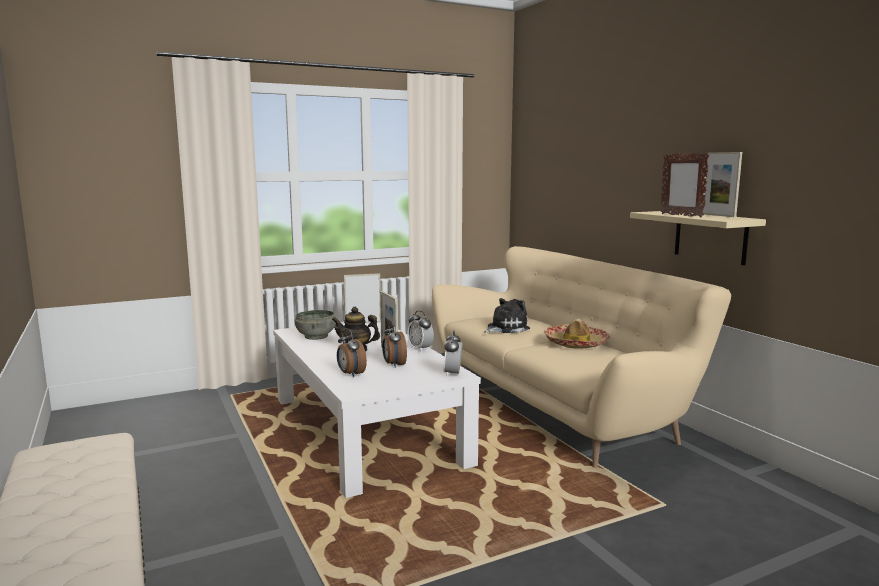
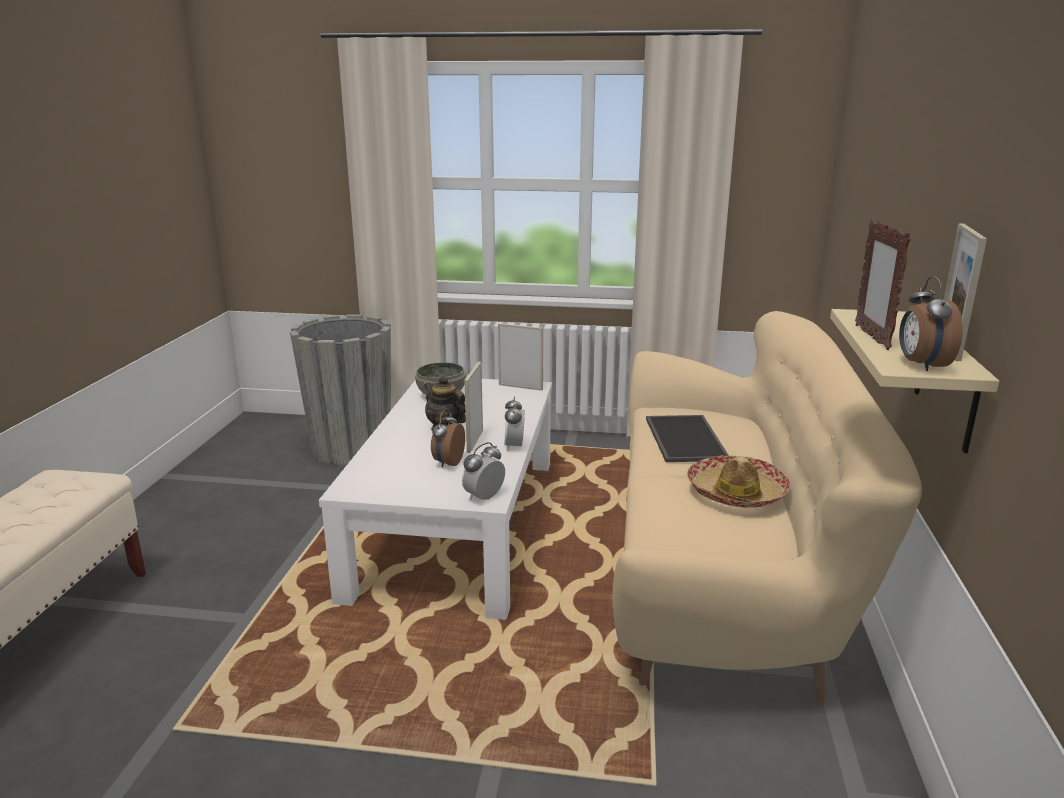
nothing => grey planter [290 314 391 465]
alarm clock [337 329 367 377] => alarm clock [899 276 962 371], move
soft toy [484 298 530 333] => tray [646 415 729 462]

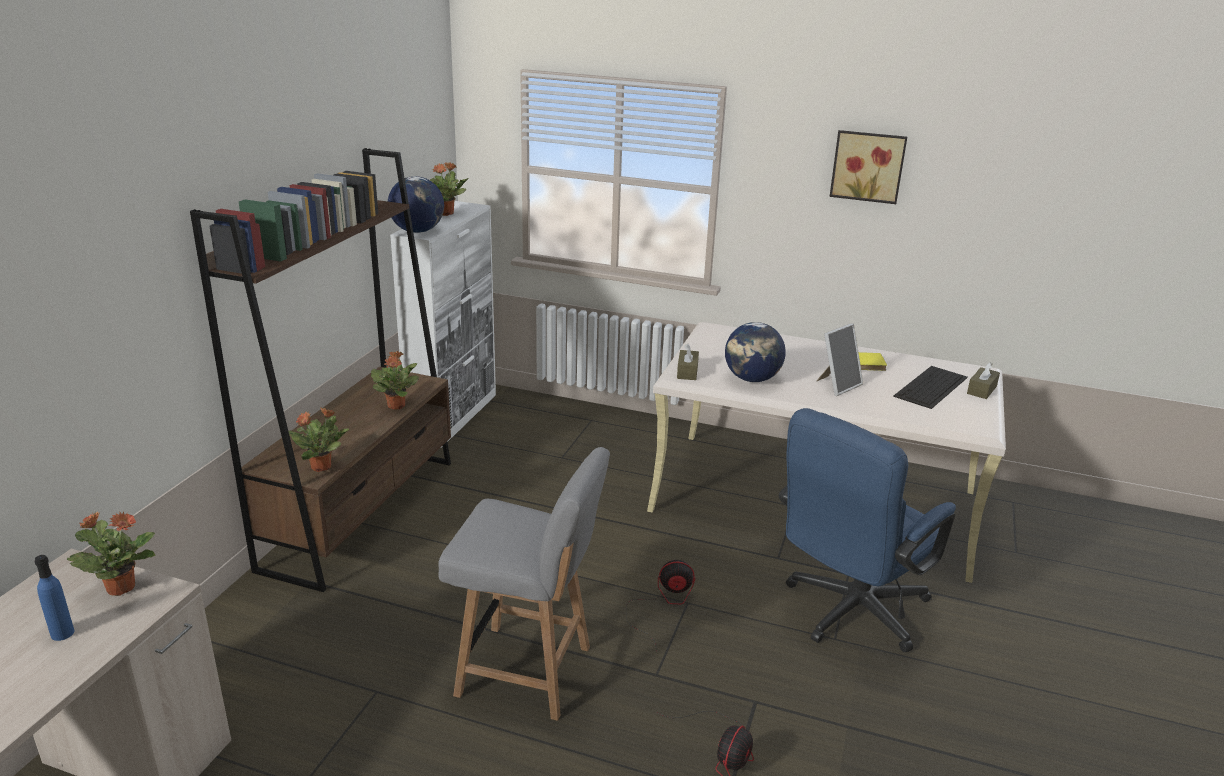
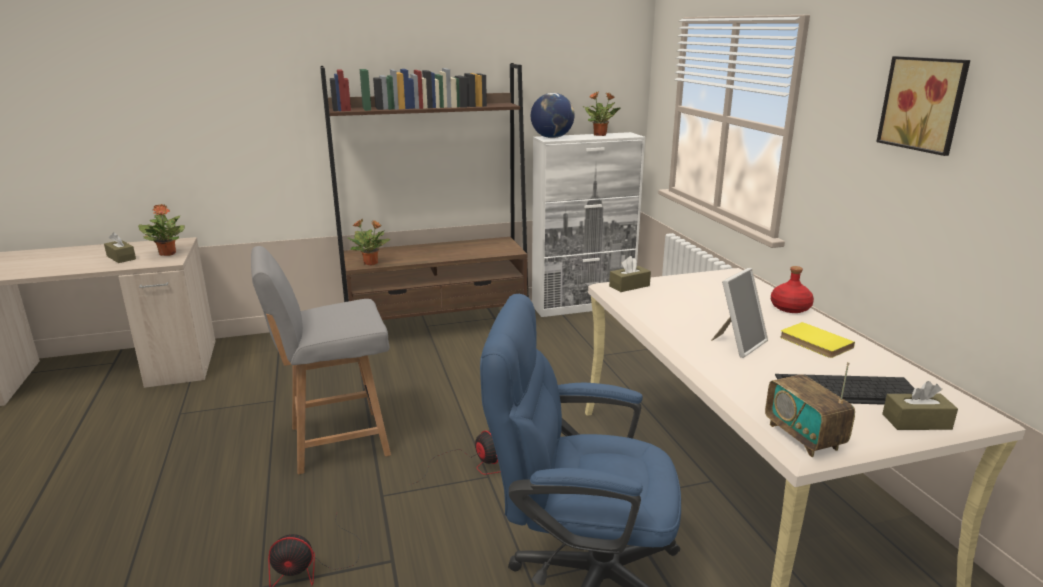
potted plant [371 351 419 410] => nothing
desk globe [725 322 786 382] => nothing
nothing => radio [765 362 855 457]
nothing => reddish drink bottle [771 266 814 313]
blue drink bottle [35 555 74 641] => brown tissue holder [104 232 136 263]
grey plain chair [438 447 610 721] => grey plain chair [251 246 391 474], 90 degrees clockwise
standing frame [816 323 863 396] => standing frame [711 268 768 358], 60 degrees counterclockwise

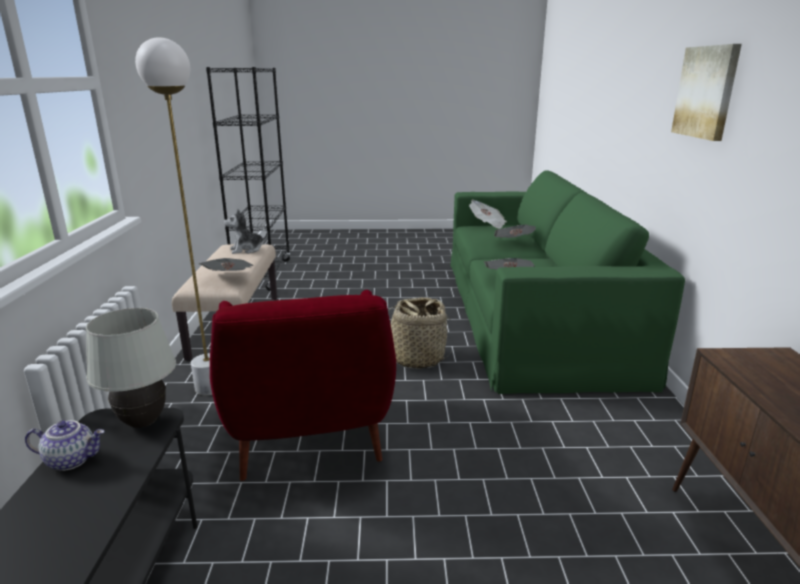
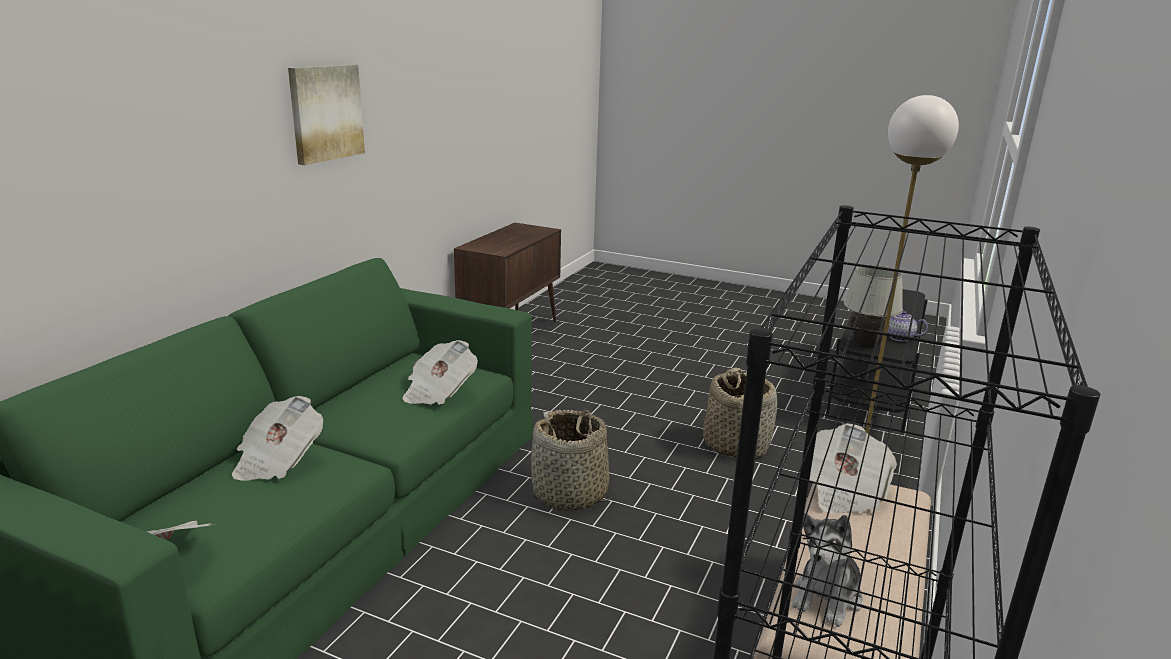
reddish lounge chair [210 290 396 481] => household basket [703 367 777 459]
soft toy [224 209 268 254] => soft toy [792 513 863 627], 120 degrees clockwise

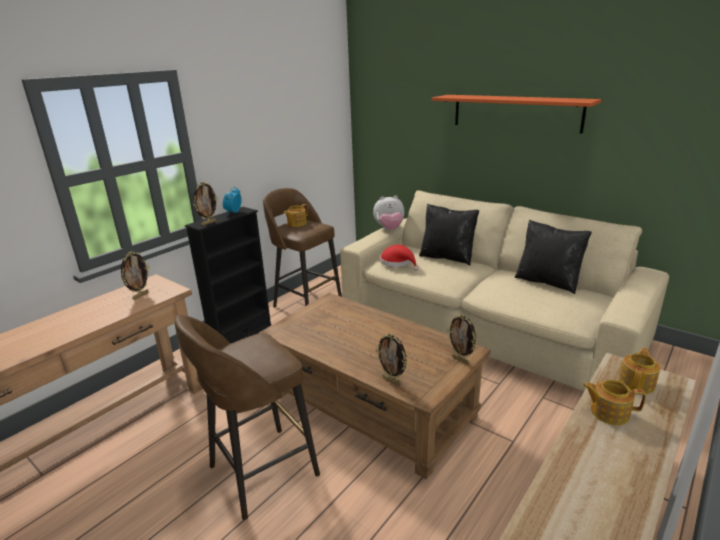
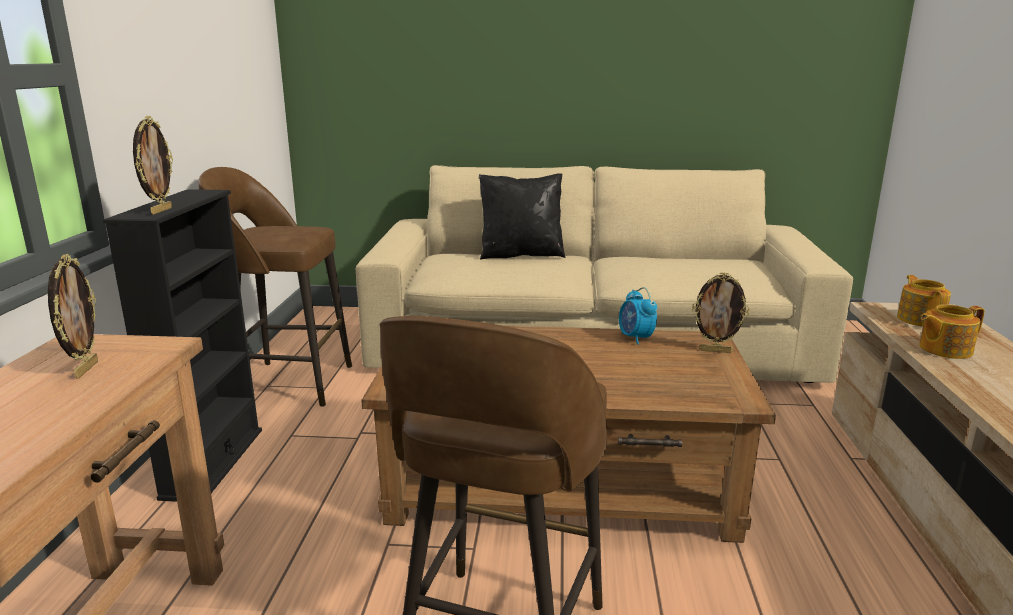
teapot [284 204 308 227] => nothing
soft toy [373 196 404 230] => nothing
standing frame [376 333 408 385] => nothing
reddish wearable hat [380 245 418 271] => nothing
orangey wall shelf [432 95 602 134] => nothing
black throw pillow [515 220 592 294] => nothing
alarm clock [223 186 242 215] => alarm clock [619 287 657 345], move

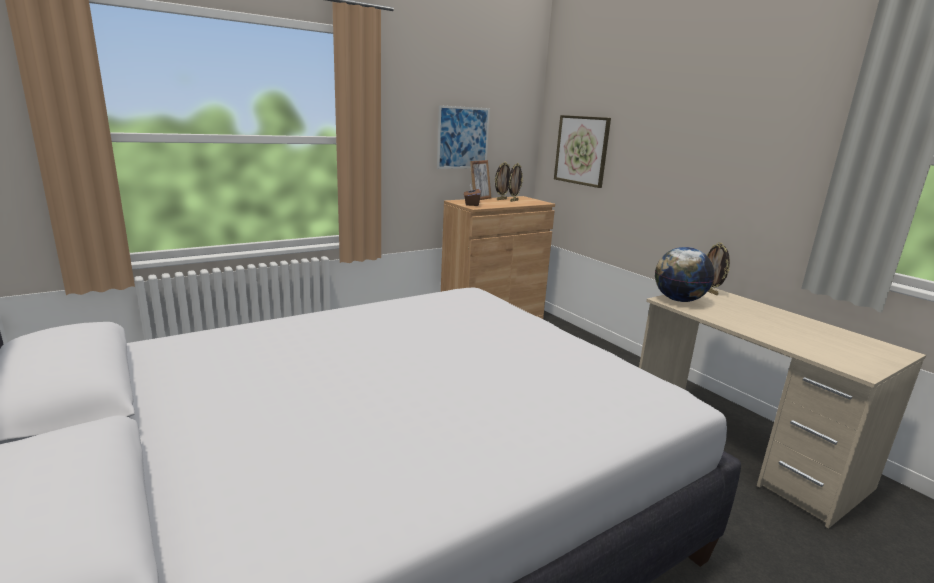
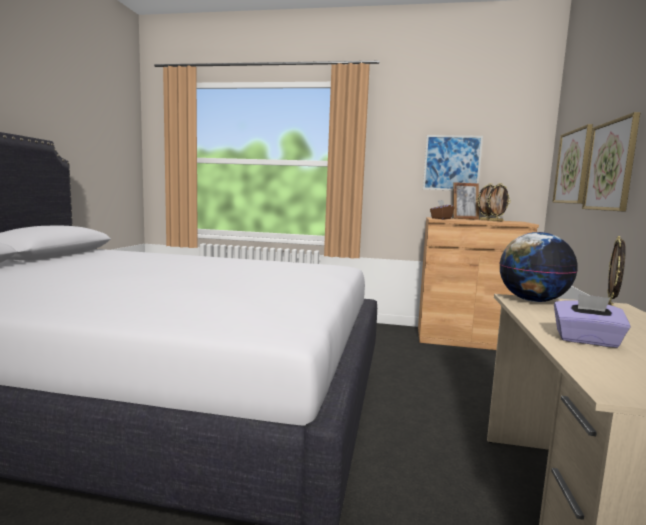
nothing => purple-coloured tissue holder [554 294 631 348]
nothing => picture [582 112 640 212]

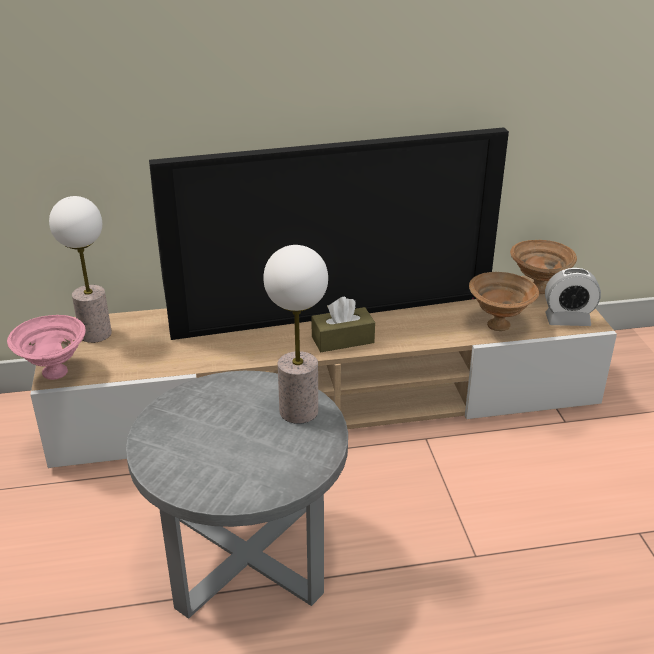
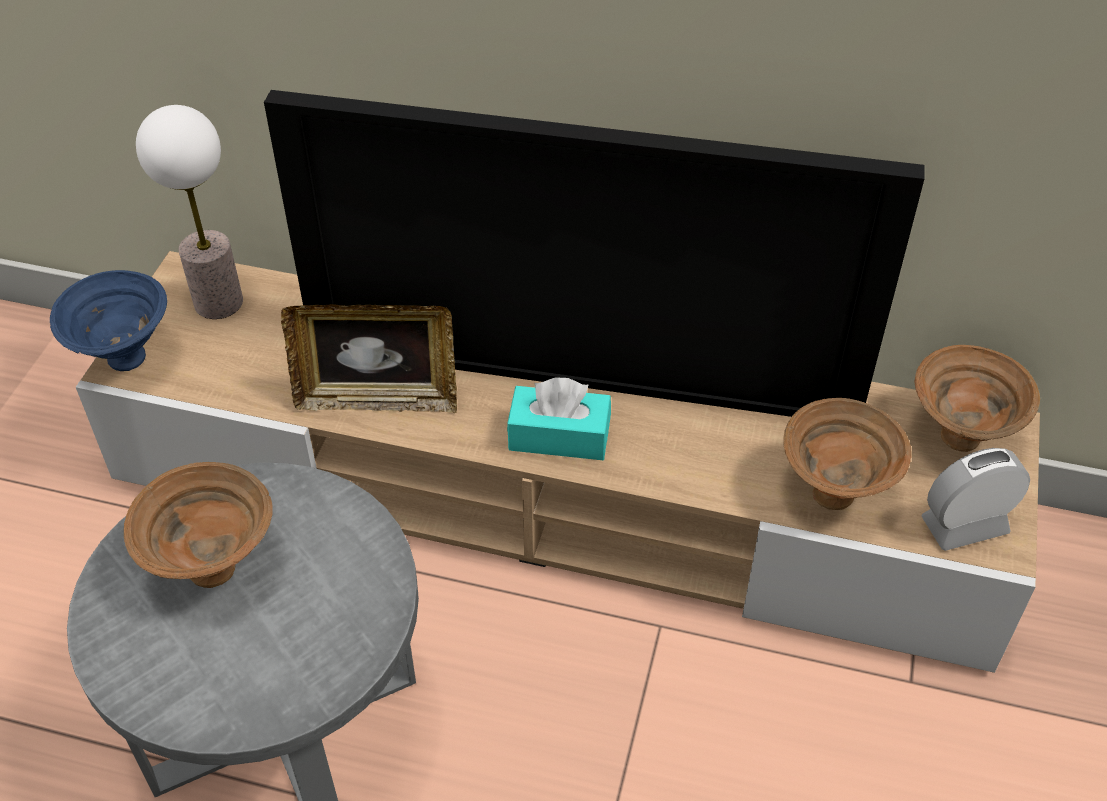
tabletop lamp [263 245 328 424] => nothing
nothing => brown deep dish [124 462 273 588]
nothing => standing frame [281 304 457 413]
pink-coloured deep dish [7 315 86 380] => blue deep dish [50 270 167 371]
brown tissue holder [311 296 375 352] => turquoise tissue holder [507 378 611 460]
alarm clock [545 268 601 326] => alarm clock [921 448 1030 551], 135 degrees clockwise

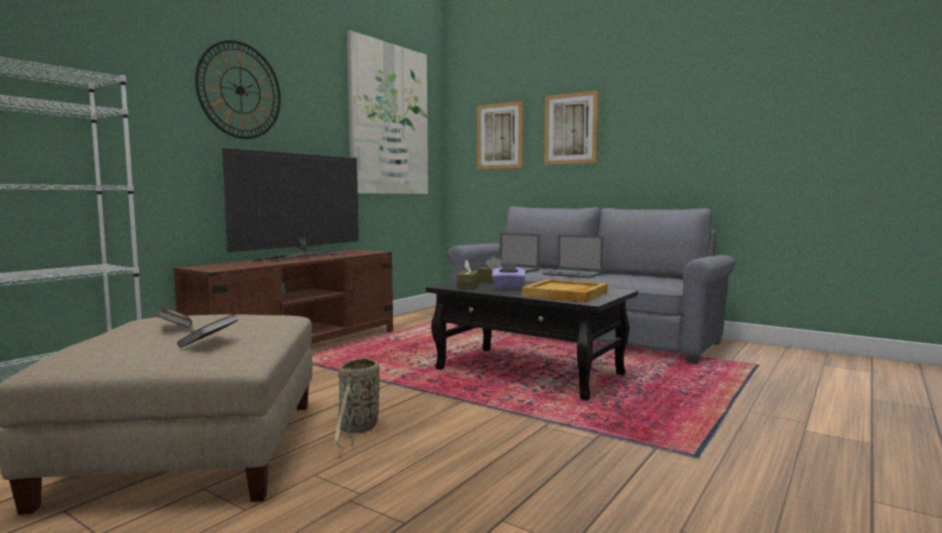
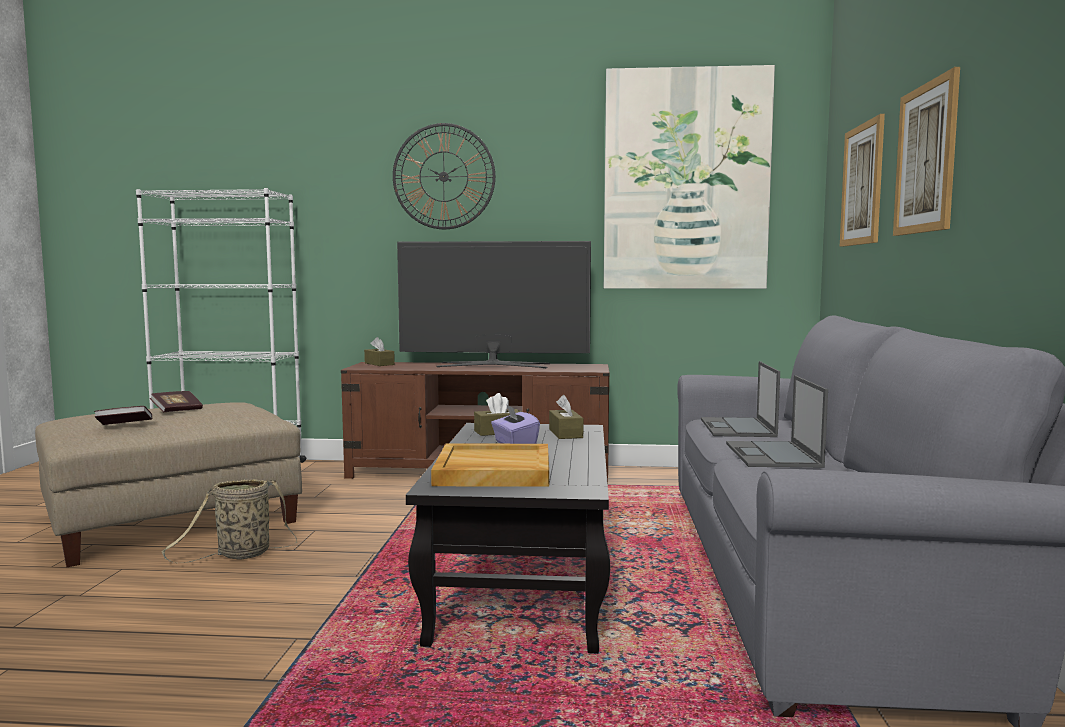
nothing => brown tissue holder [364 337 395 366]

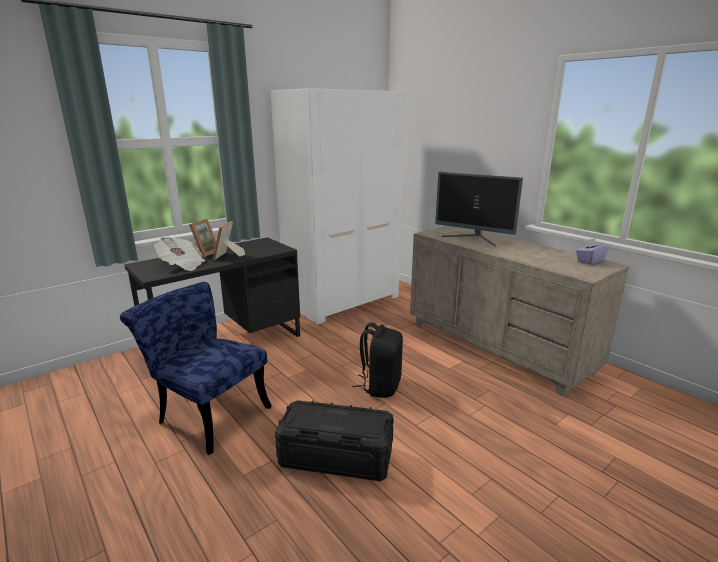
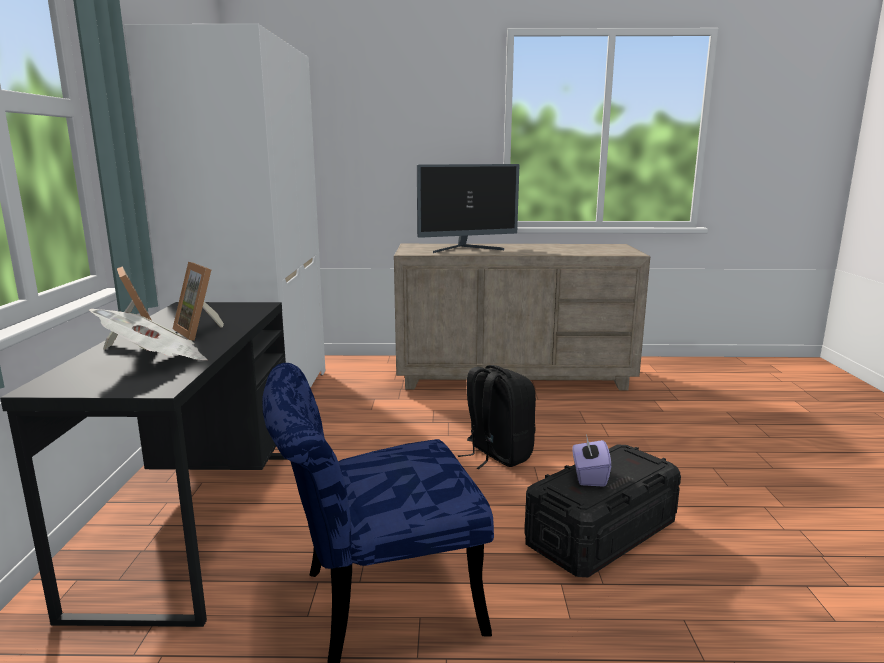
purple-coloured tissue holder [576 238 609 265] => purple-coloured tissue holder [572 434 611 487], move

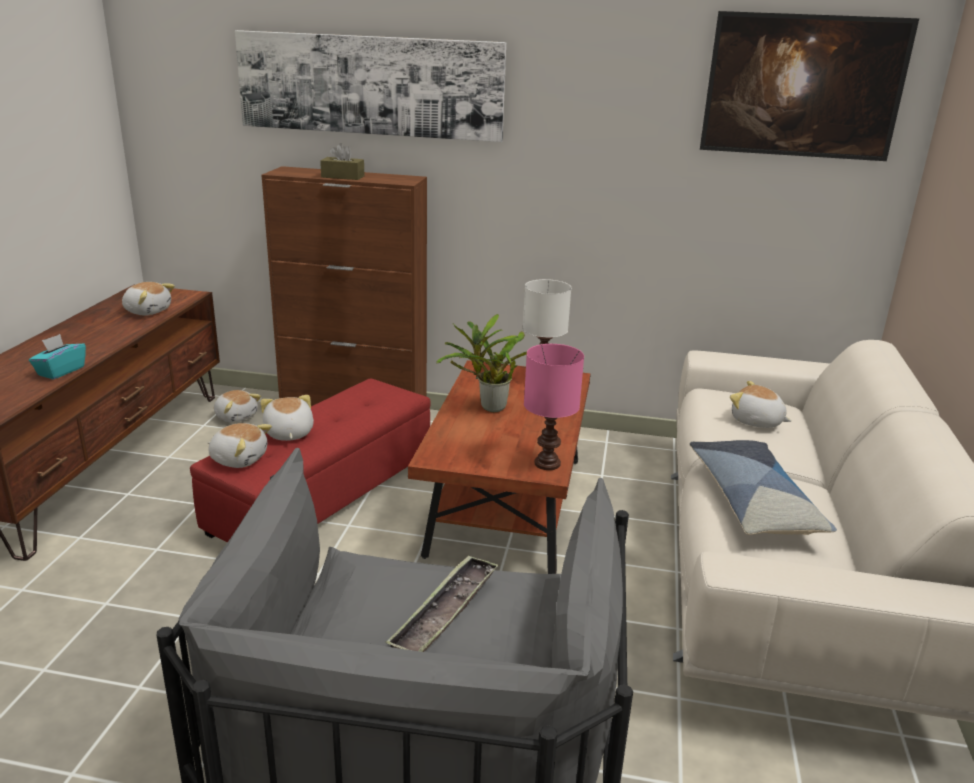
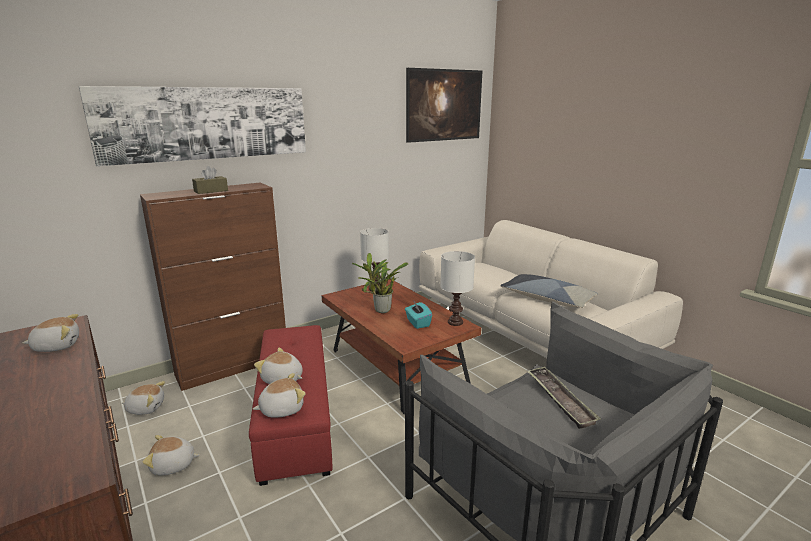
turquoise tissue holder [29 334 86 379] => turquoise tissue holder [405 302 432 329], move
soft toy [730 381 792 428] => soft toy [142 435 199 476], move
pink-coloured tabletop lamp [524 344 584 470] => white tabletop lamp [440 251 475 326]

